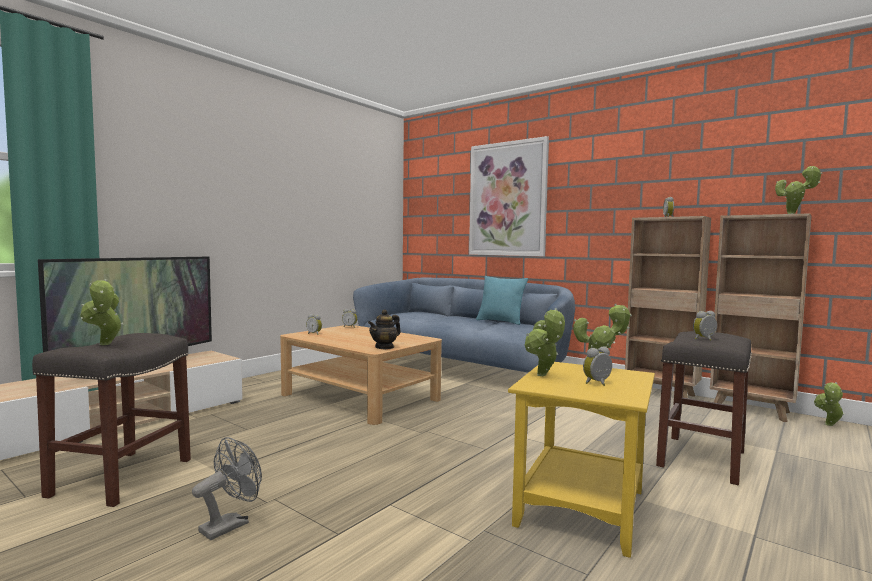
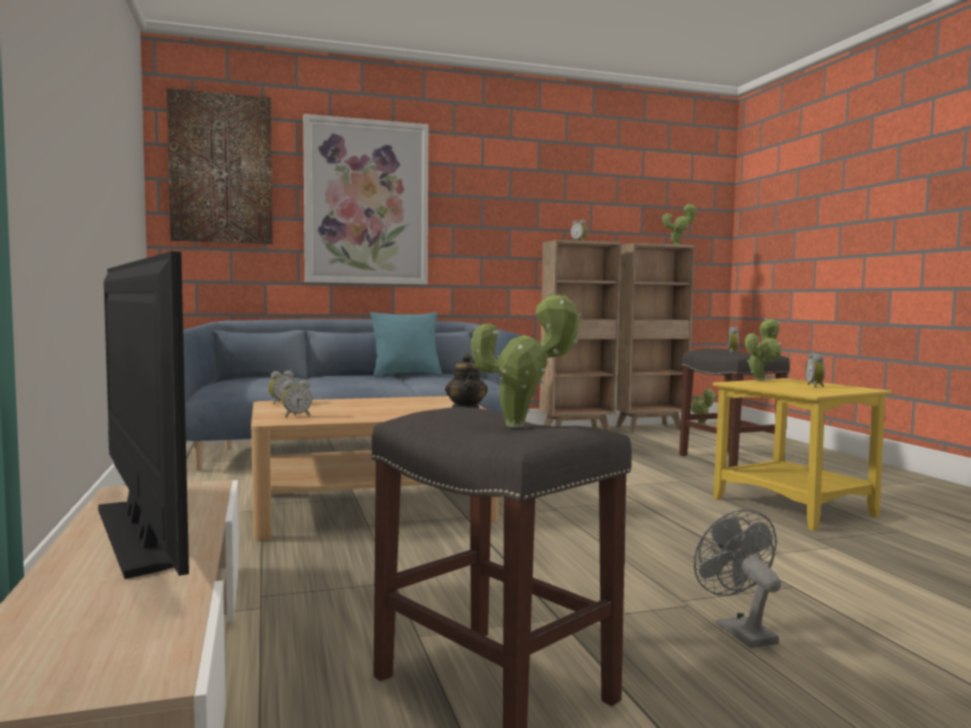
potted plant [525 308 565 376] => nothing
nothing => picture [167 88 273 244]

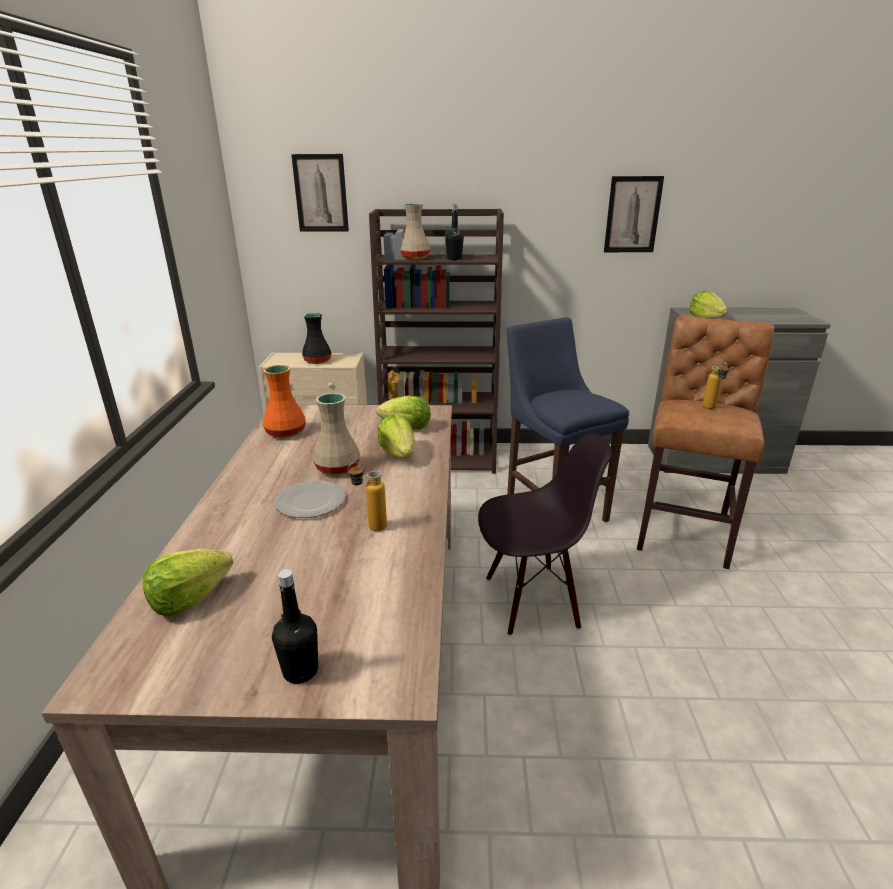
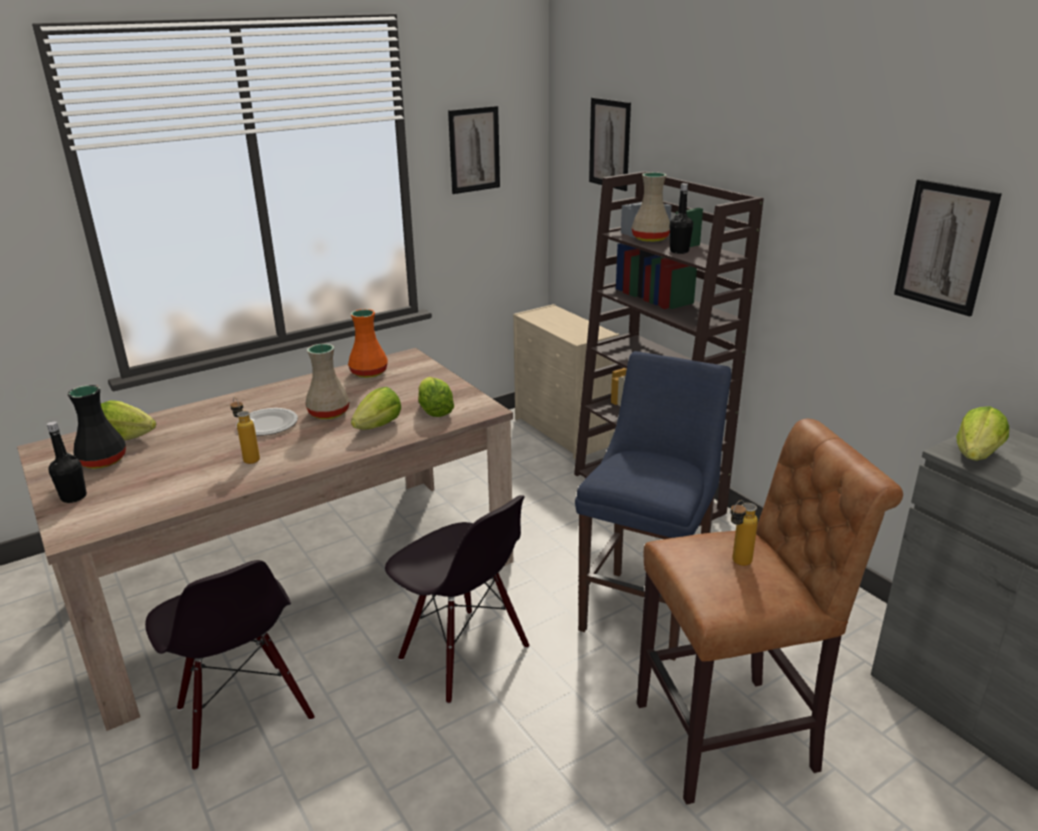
nothing => black plain chair [145 560 315 771]
nothing => picture [448 106 500 194]
black flower vase [302 313 331 364] => black flower vase [68 385 126 469], move

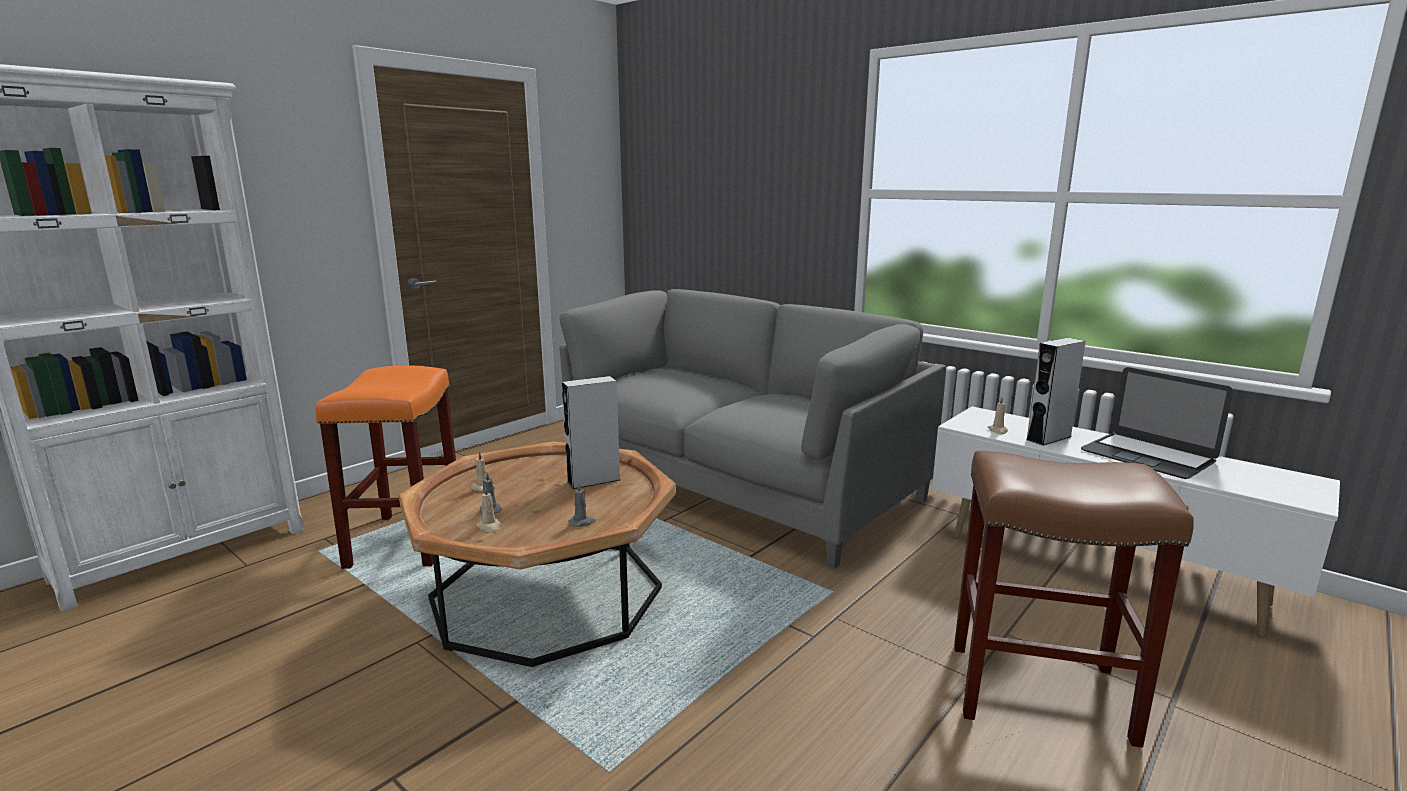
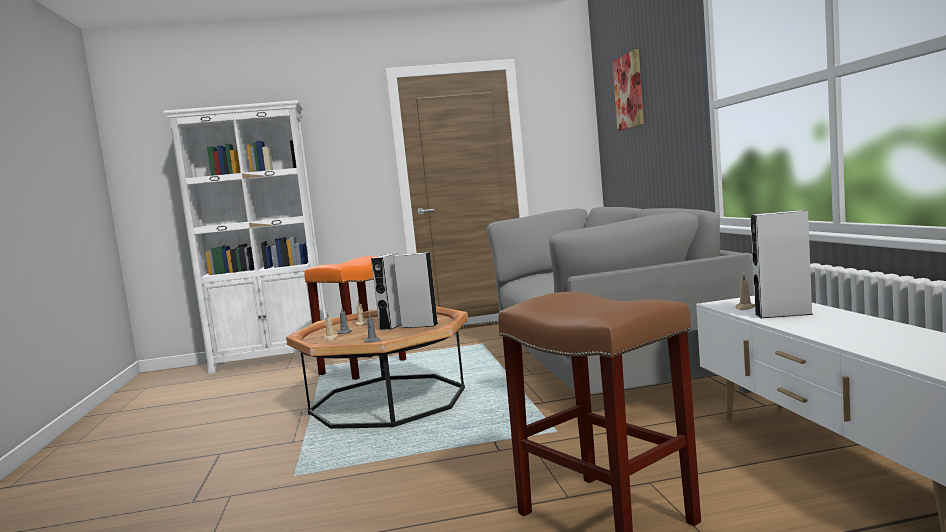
notebook computer [1081 367 1233 479] => nothing
nothing => grey loudspeaker [371 253 401 330]
nothing => picture [612 49 644 131]

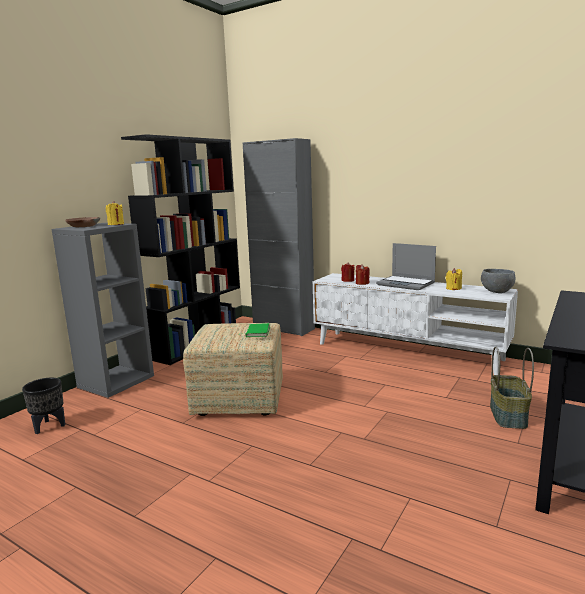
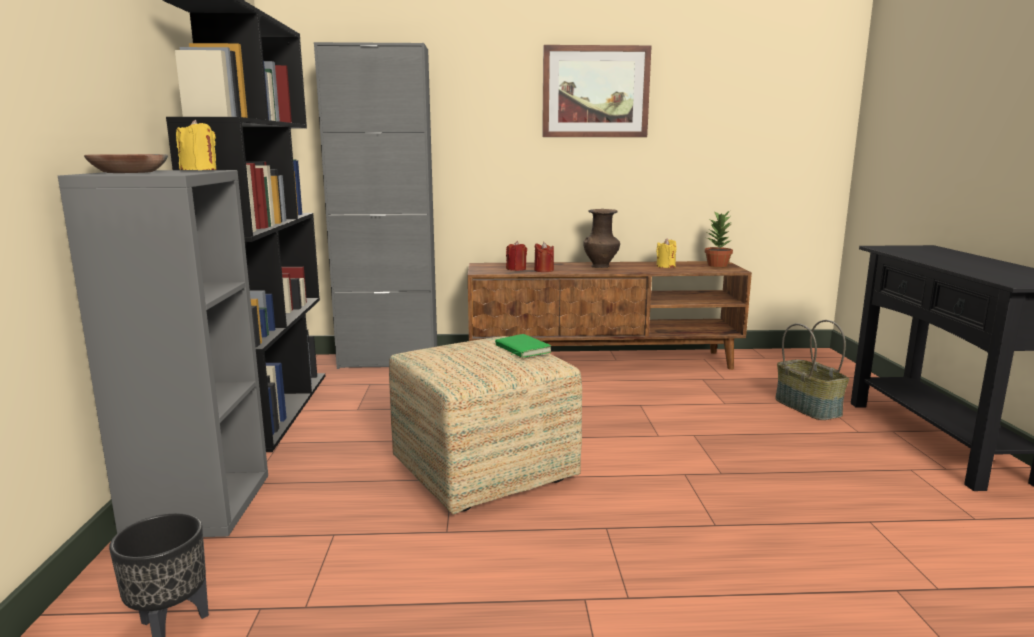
nothing => picture [542 45 652 137]
notebook computer [376 243 436 290] => brown flower vase [583 209 620 268]
grey deep dish [481 269 515 293] => potted plant [705 211 733 267]
white tv stand [313 273 518 375] => brown tv stand [468 261 752 370]

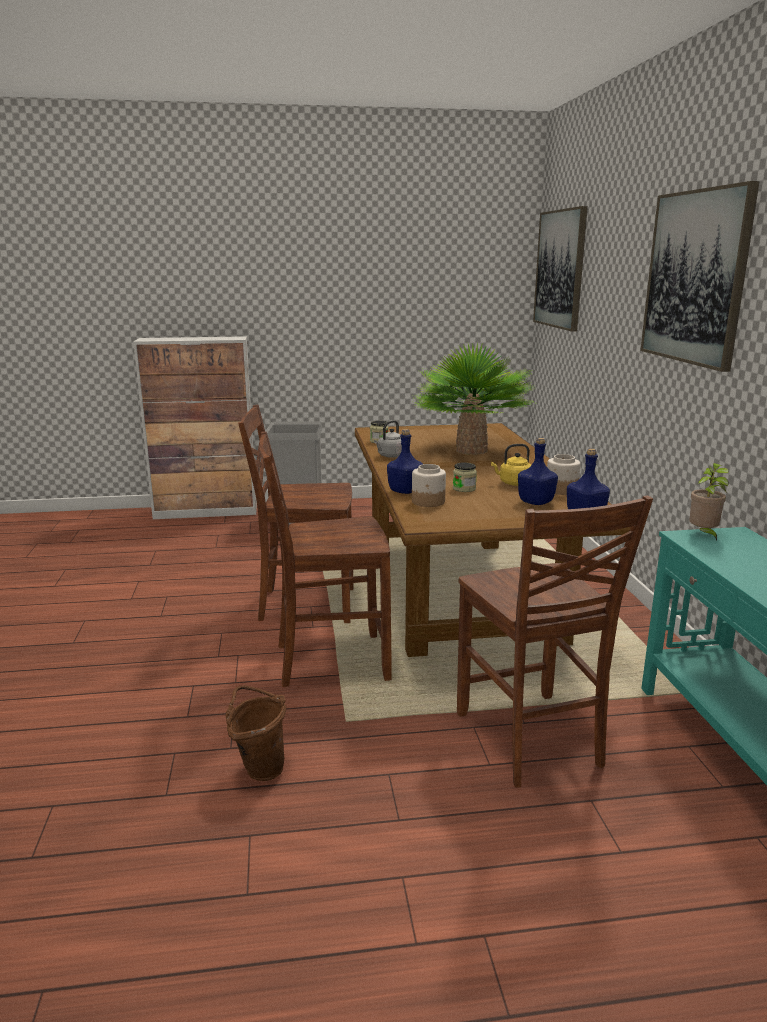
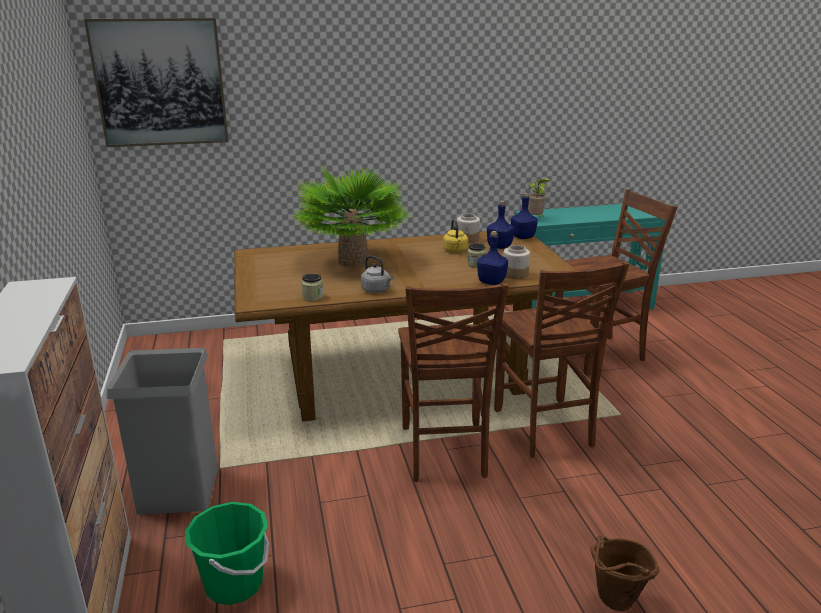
picture [640 181 760 372] => nothing
nothing => greenish water bucket [185 502 269 605]
brown water bucket [225 685 286 781] => brown water bucket [590 536 660 612], move

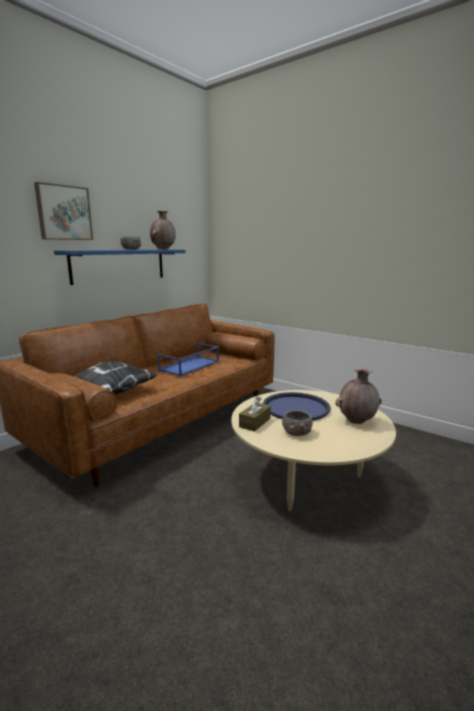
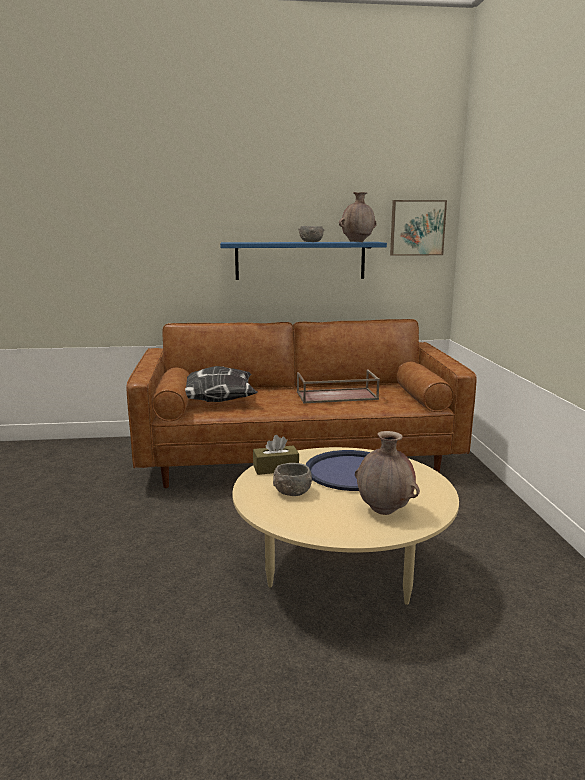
picture [34 182 93 240] => picture [390 200 447 256], move
blue tray [158 343 219 376] => brown tray [297 369 380 403]

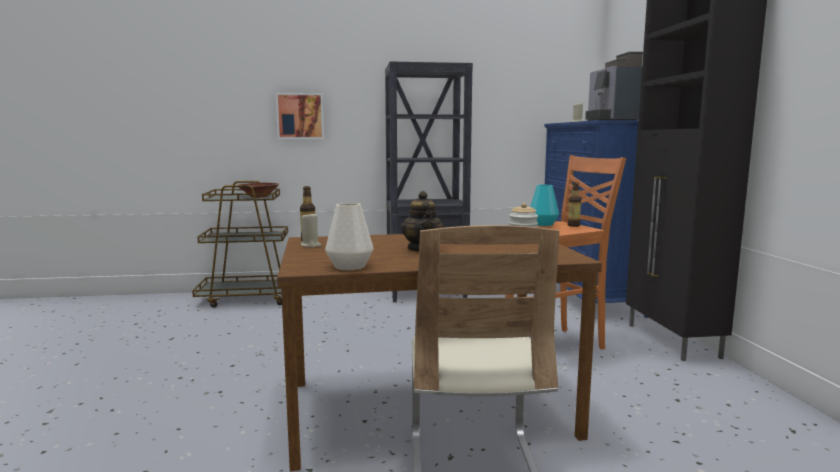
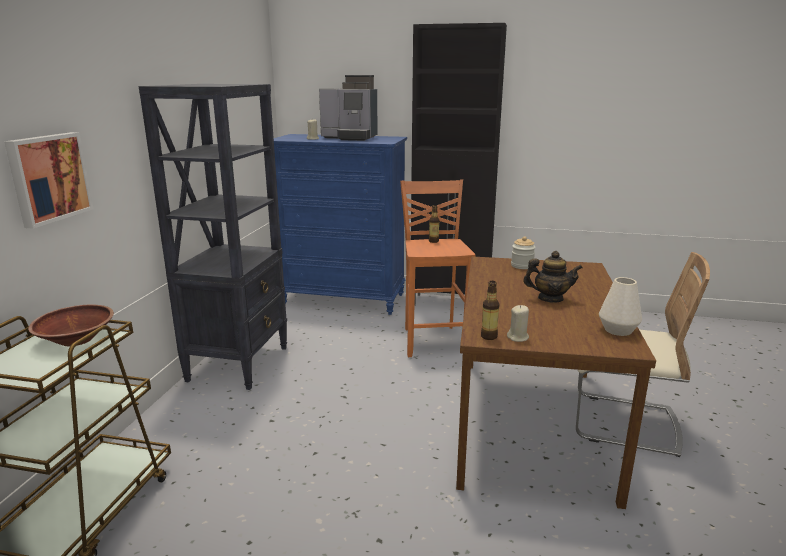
turquoise flower vase [530 185 559 226] => nothing

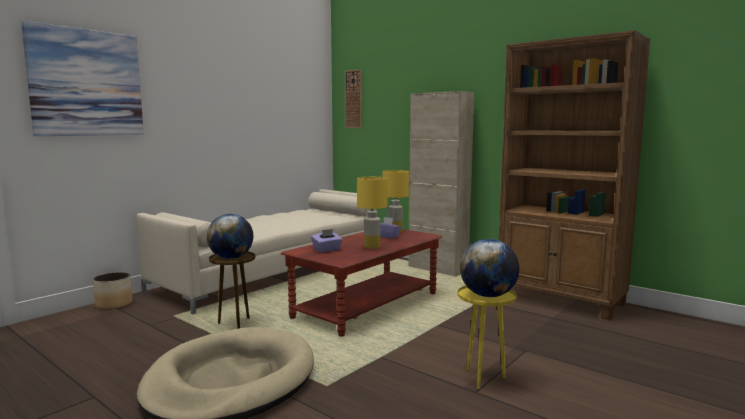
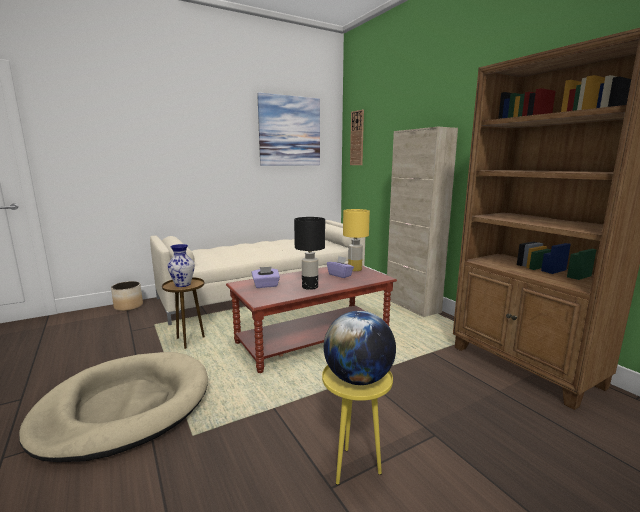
picture [21 21 144 136] => picture [257 93 320 166], move
desk globe [207 214 253 259] => flower vase [167 244 195 287]
yellow-coloured tabletop lamp [357 177 387 249] => black tabletop lamp [294 217 325 290]

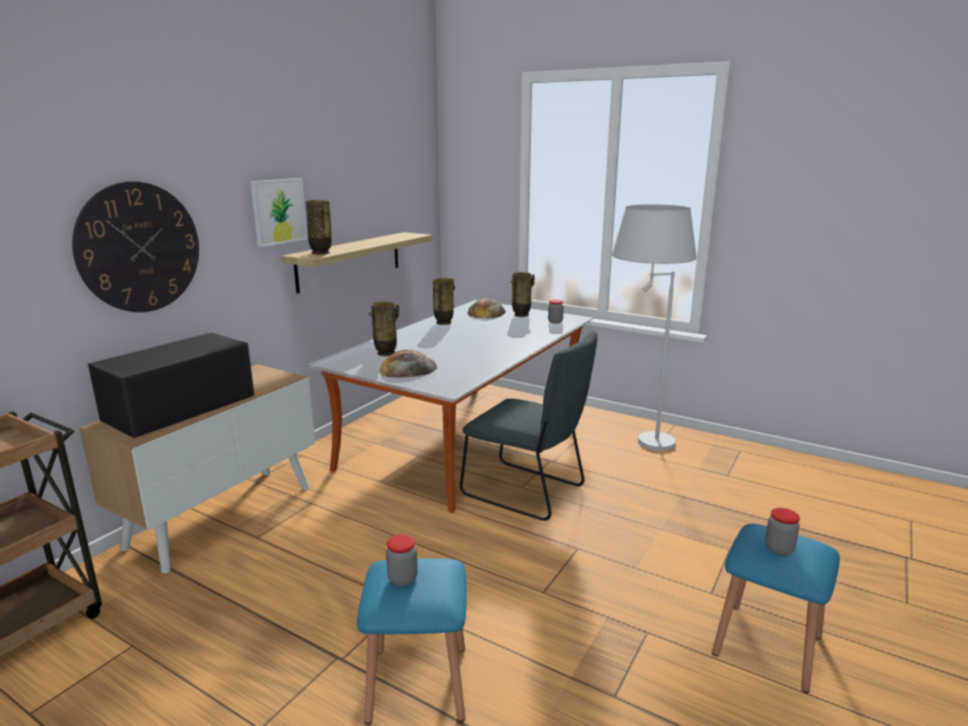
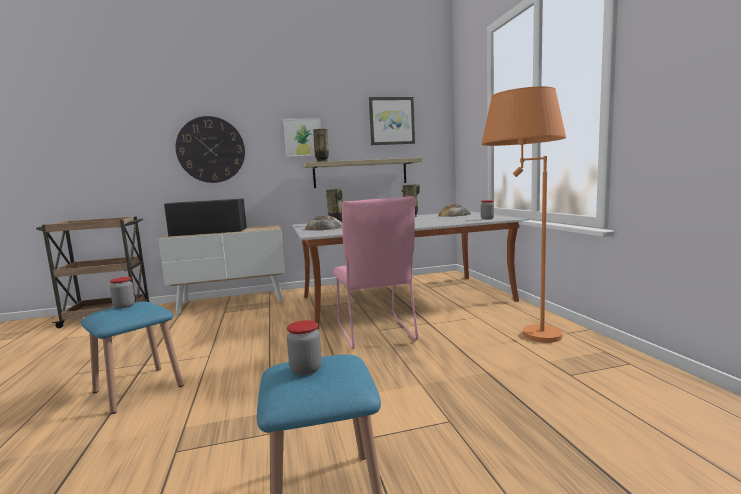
flower vase [511 272 535 317] => nothing
nothing => picture [369 97 415 145]
grey plain chair [460 331 597 521] => pink-coloured plain chair [333 196 418 350]
white floor lamp [612 204 697 451] => orangey floor lamp [482 86 566 343]

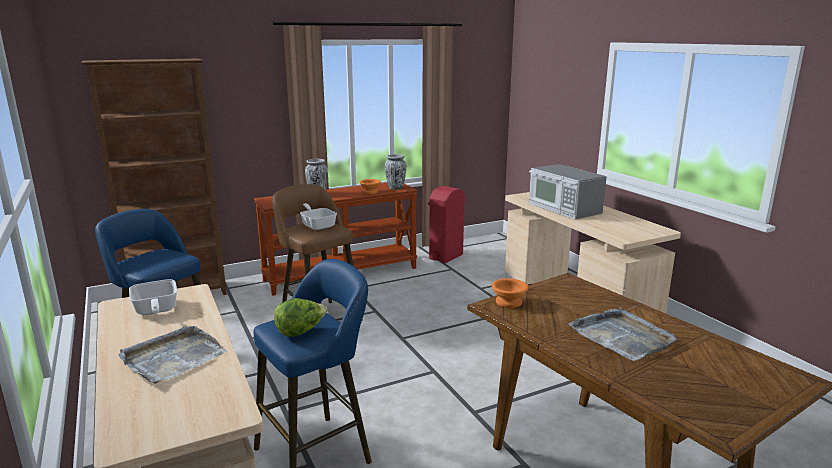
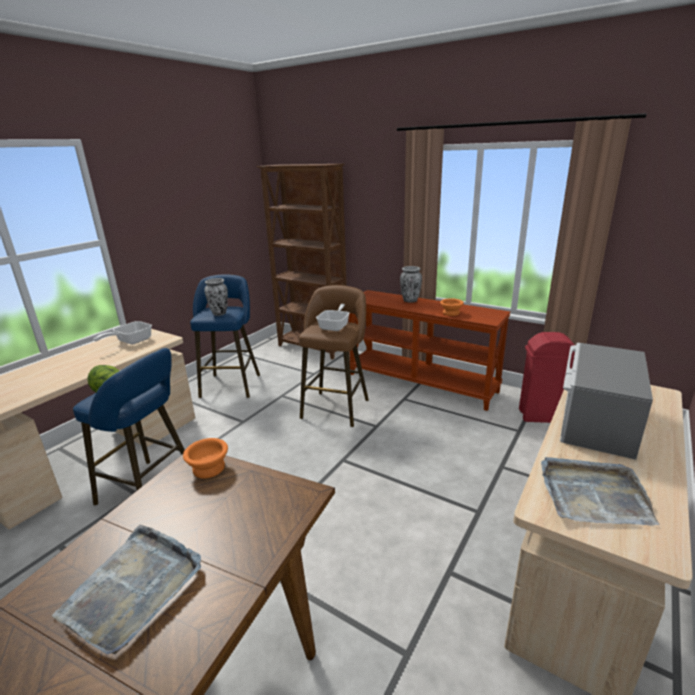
grey tray [118 326 227 384] => grey tray [541 457 660 526], move
flower vase [385 154 406 190] => flower vase [204 278 228 316], move

